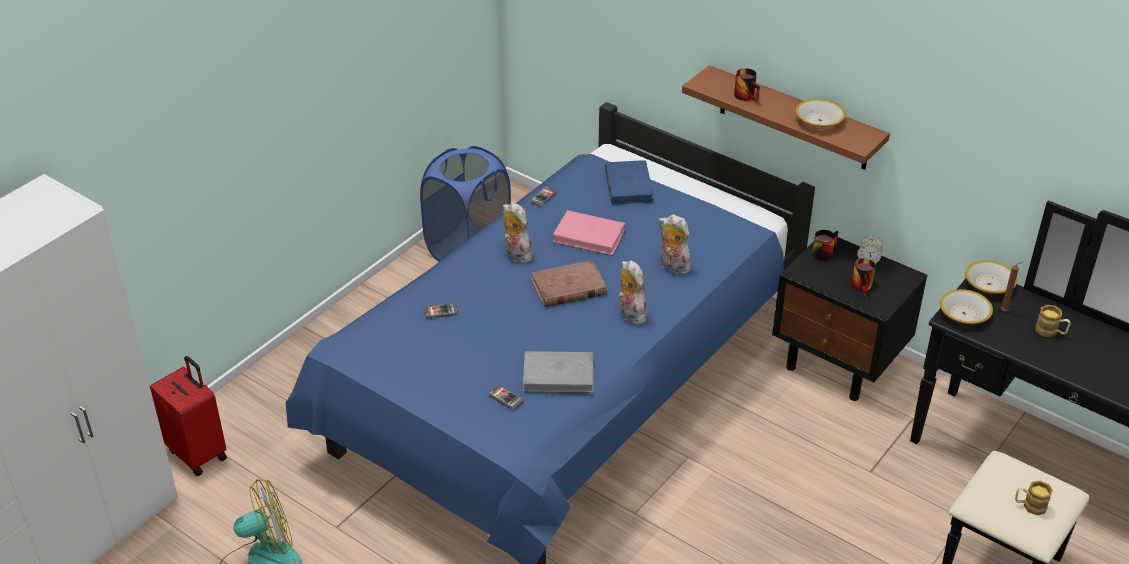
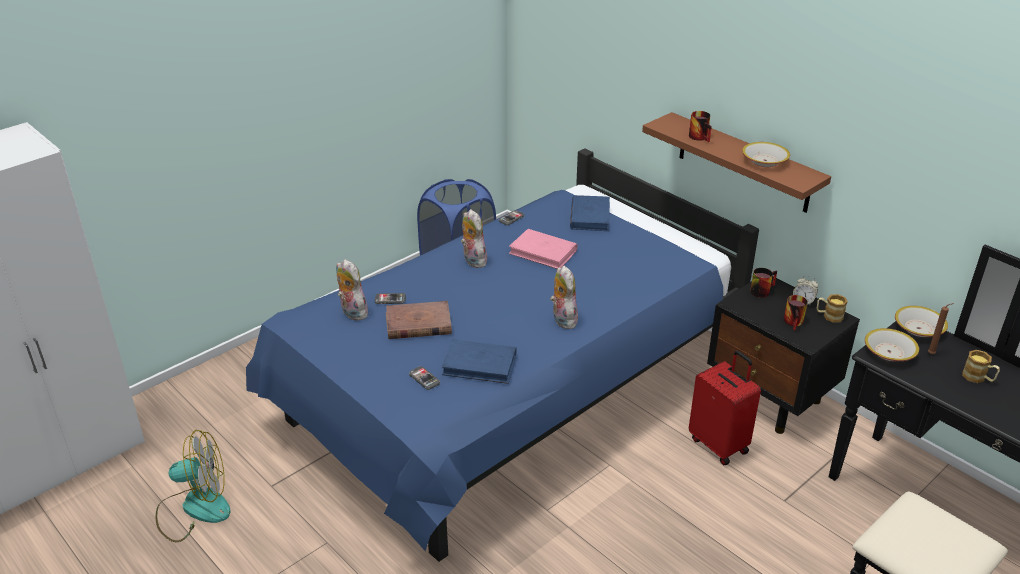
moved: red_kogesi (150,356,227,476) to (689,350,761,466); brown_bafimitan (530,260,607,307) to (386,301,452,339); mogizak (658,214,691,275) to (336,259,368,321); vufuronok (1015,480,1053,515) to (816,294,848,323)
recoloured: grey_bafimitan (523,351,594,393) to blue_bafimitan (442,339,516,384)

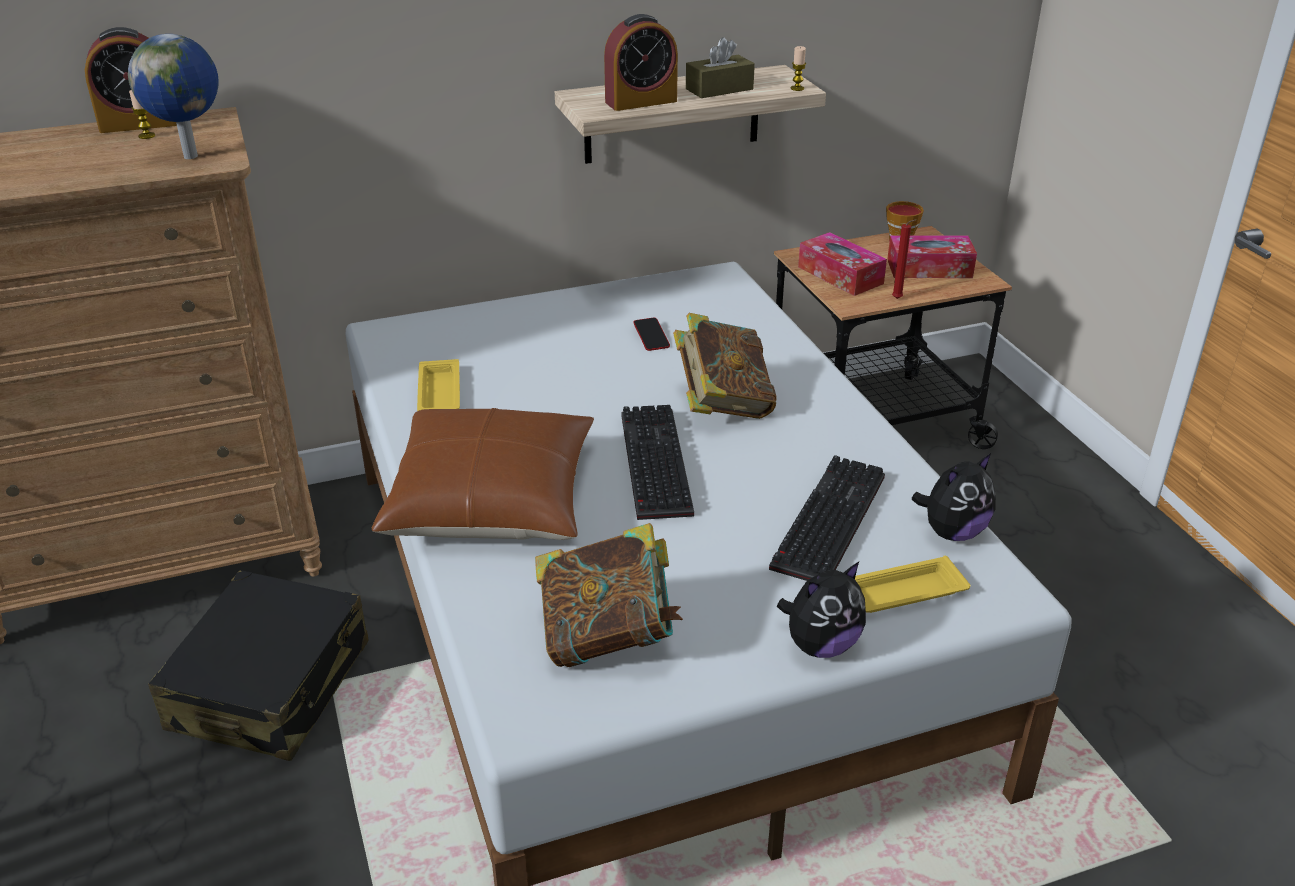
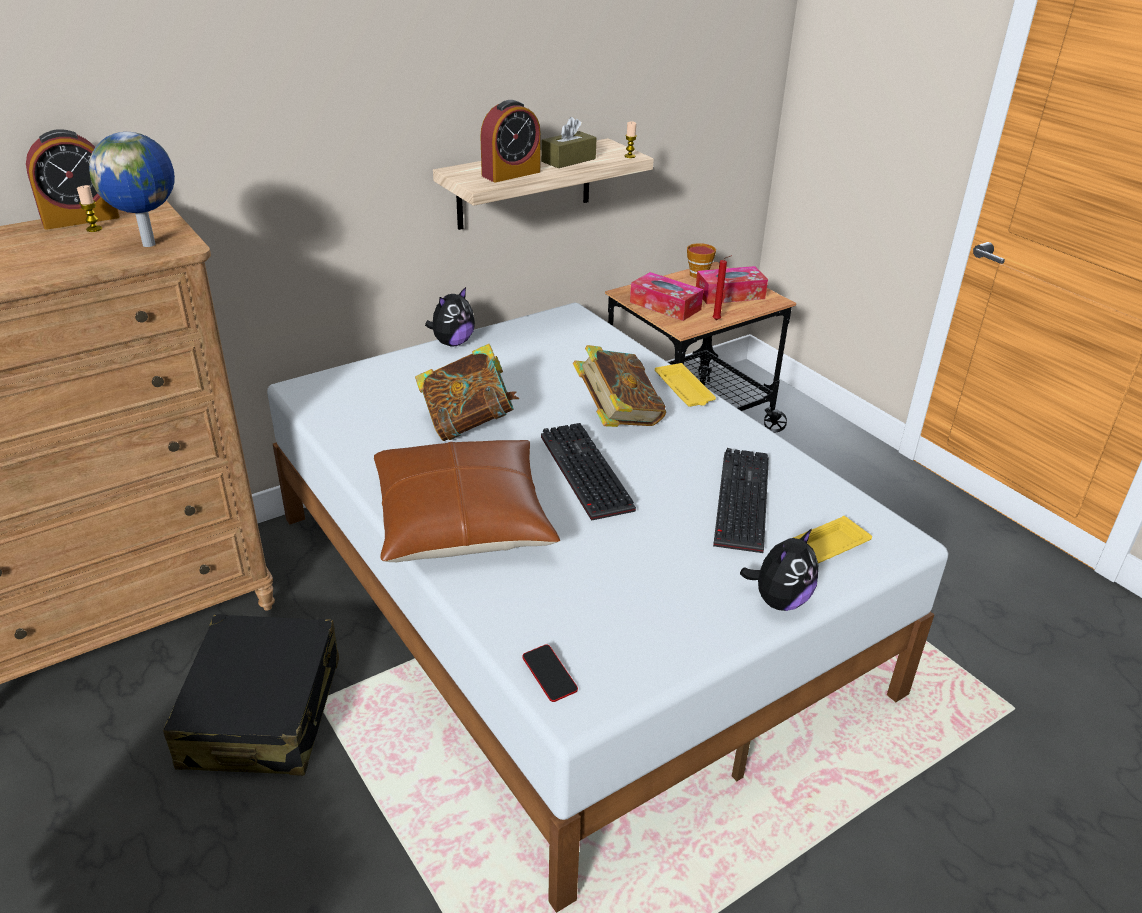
moved: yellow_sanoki (417,359,460,411) to (655,363,716,407); bafimitan (535,523,683,667) to (415,344,519,441); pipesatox (634,318,670,351) to (522,644,578,702); mogizak (912,453,996,541) to (425,287,475,346)

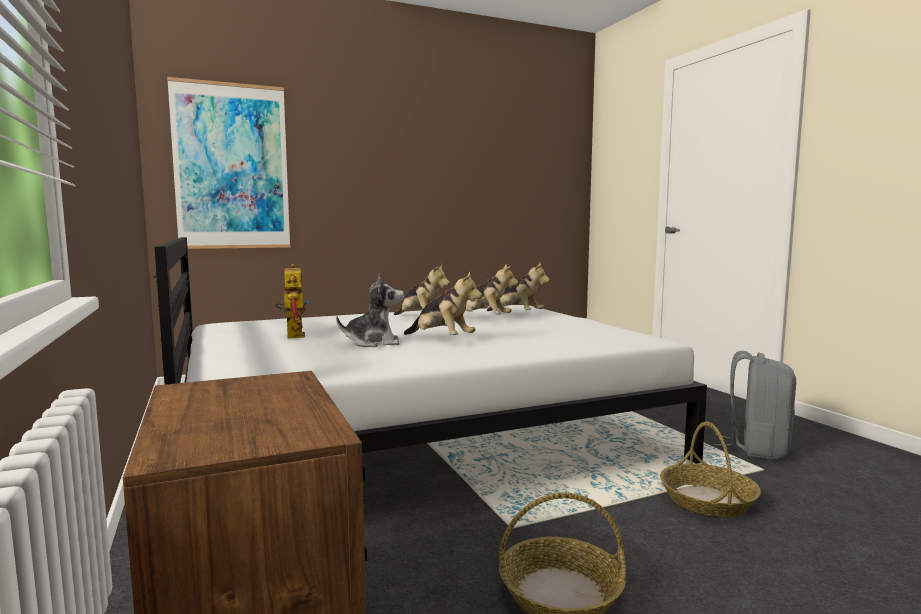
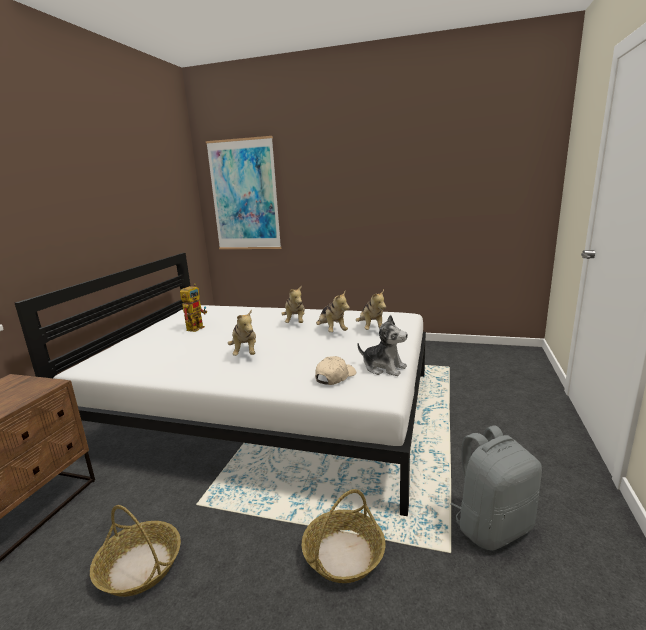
added: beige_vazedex (315,356,356,385)
moved: mogizak (336,273,404,347) to (357,315,408,376)

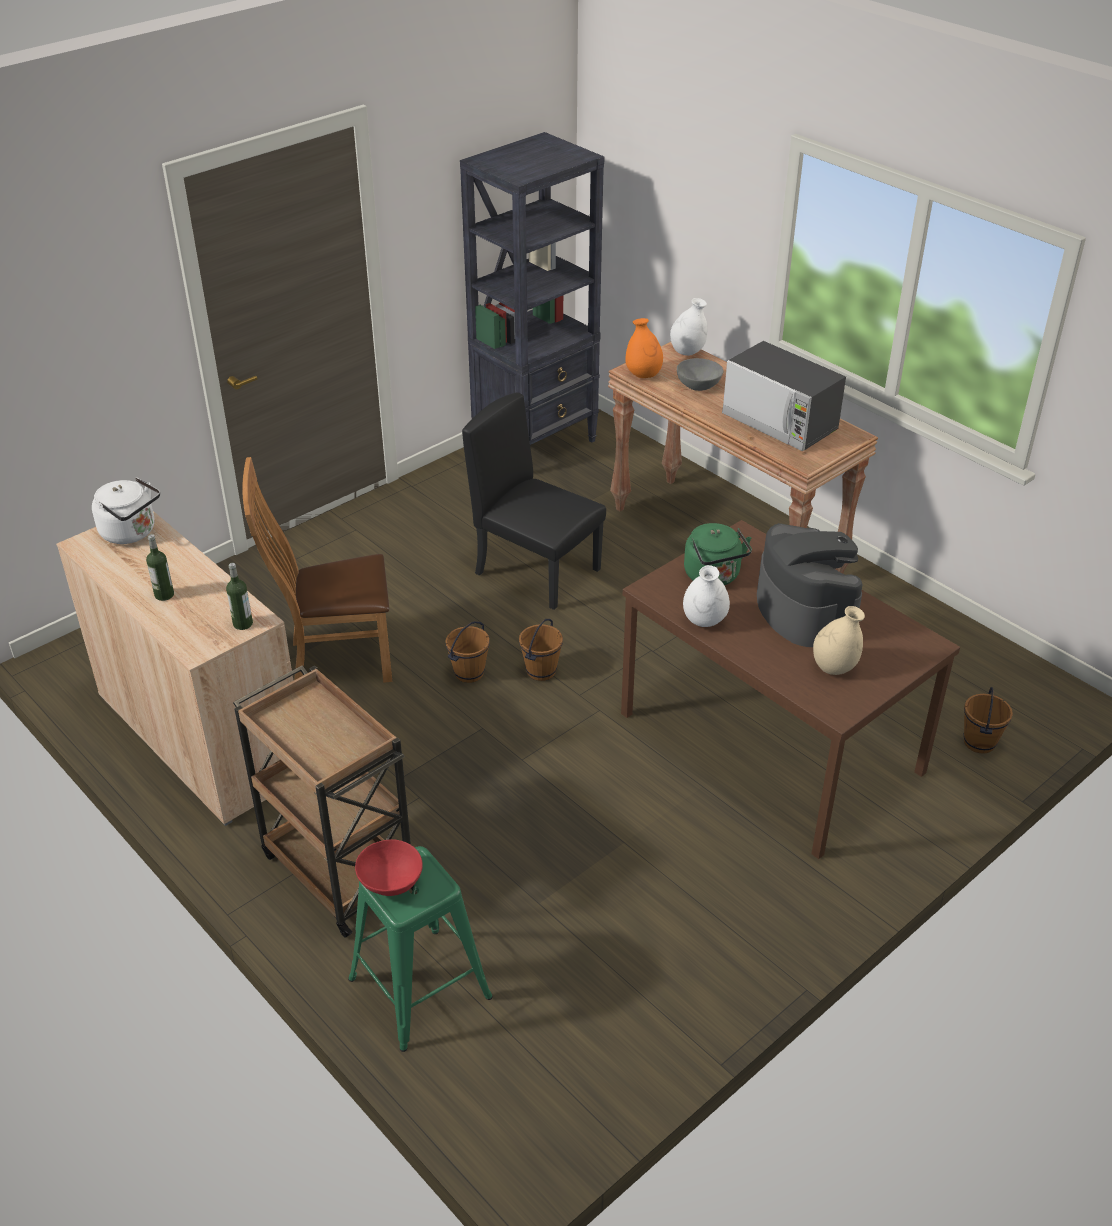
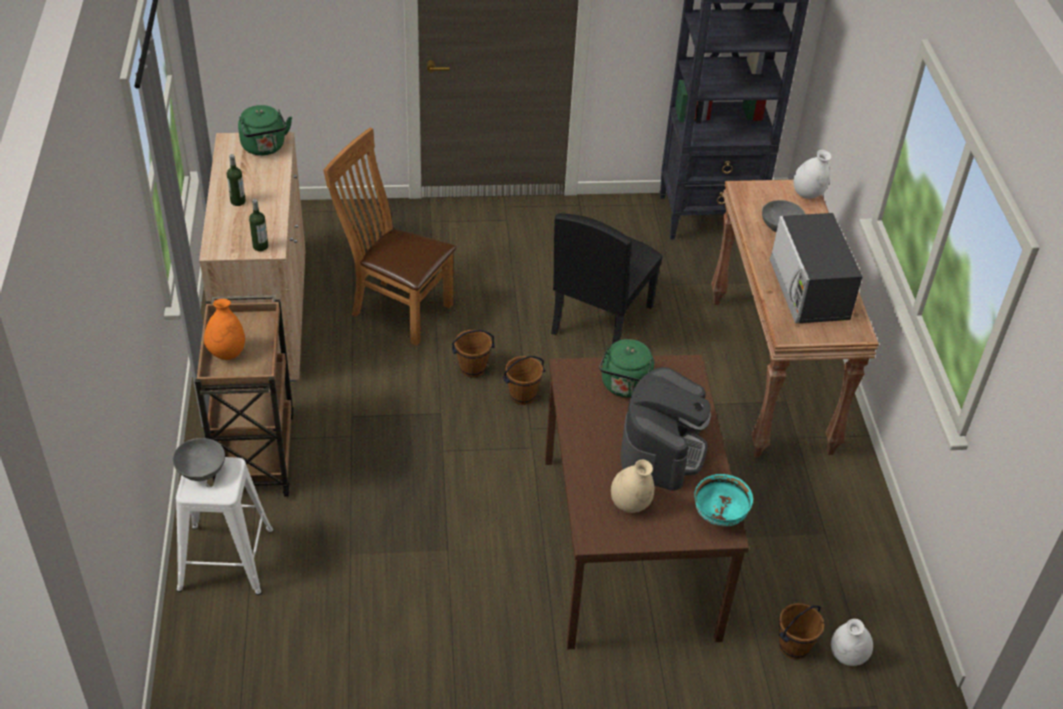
added: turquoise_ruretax (694,474,753,526)
moved: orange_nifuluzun (625,318,663,378) to (204,299,245,360); white_nifuluzun (683,565,730,627) to (831,619,873,666)
recoloured: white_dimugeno (92,477,160,544) to green_dimugeno (238,105,292,156); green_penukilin (348,846,493,1052) to white_penukilin (176,457,274,595); red_ruretax (355,839,423,896) to grey_ruretax (173,438,225,481)
turned: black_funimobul (462,392,606,610) = (551,213,662,344) 135 degrees counterclockwise

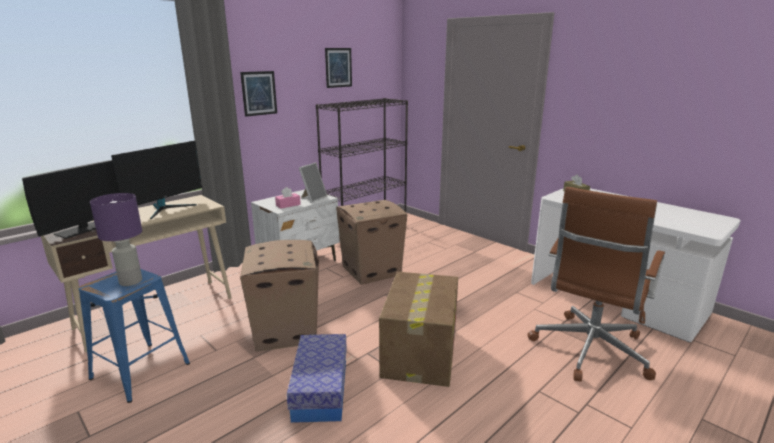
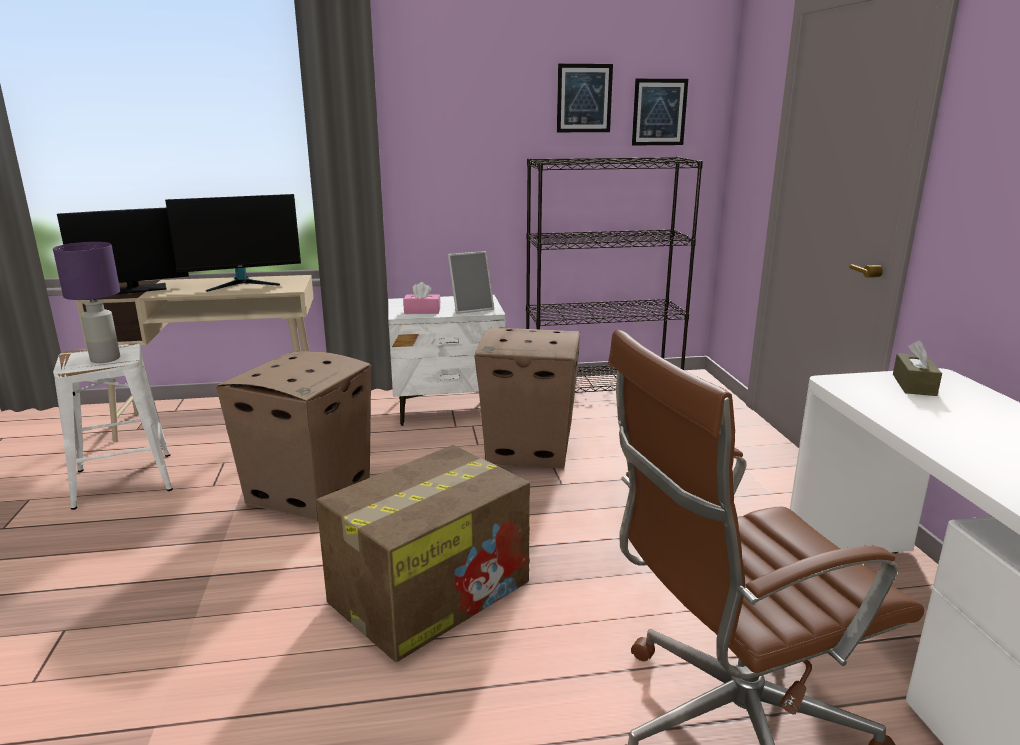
removed: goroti (286,334,347,423)
moved: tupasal (240,71,277,117) to (632,79,688,146)
recoloured: blue_penukilin (79,269,190,403) to white_penukilin (53,344,173,510)

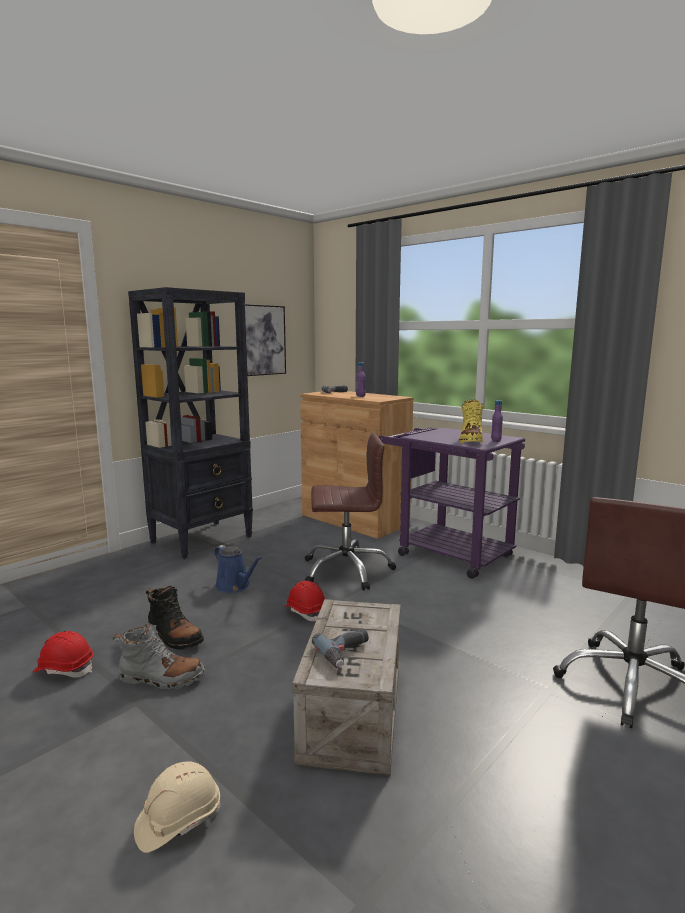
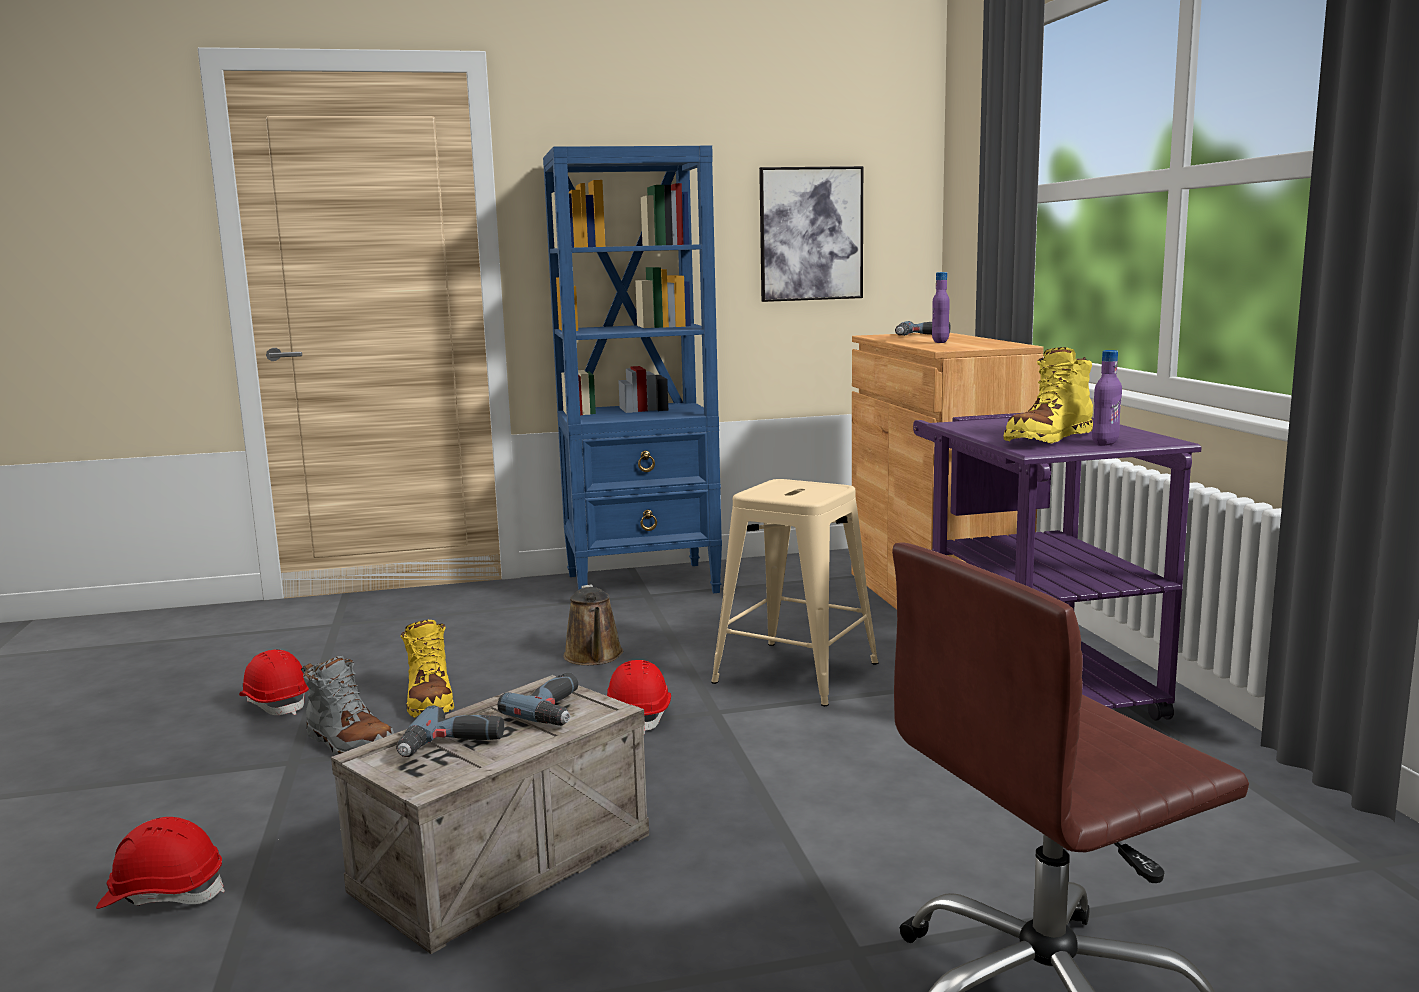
added: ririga (497,672,578,726)
replaced: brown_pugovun (305,432,396,591) to beige_penukilin (711,479,879,706)
recoloured: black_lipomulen (128,287,253,559) to blue_lipomulen (543,146,722,593); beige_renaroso (134,761,220,853) to red_renaroso (96,817,225,909); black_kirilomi (146,586,204,650) to yellow_kirilomi (400,620,454,718); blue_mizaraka (214,545,262,593) to brown_mizaraka (564,584,623,665)

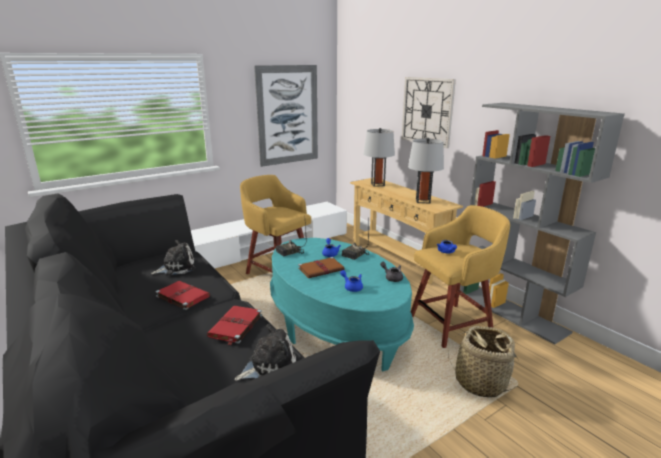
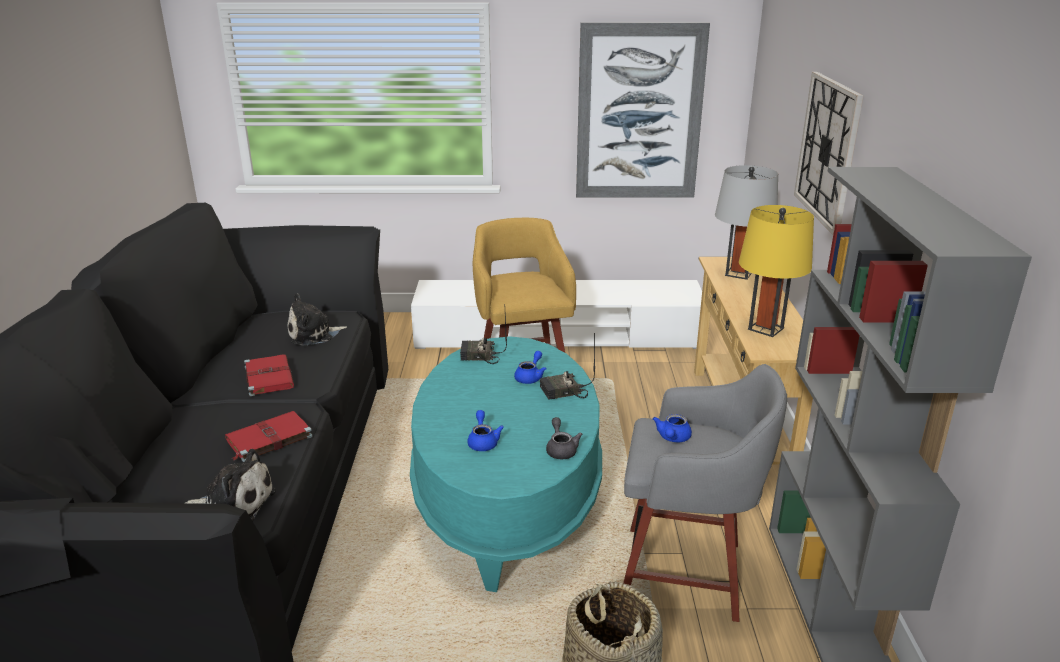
removed: brown_bafimitan (298,257,344,278)
recoloured: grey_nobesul (408,138,444,203) to yellow_nobesul (739,205,814,337); yellow_penukilin (411,205,510,348) to grey_penukilin (623,364,787,622)
turned: mogizak (151,240,195,275) = (287,293,347,346) 150 degrees clockwise

